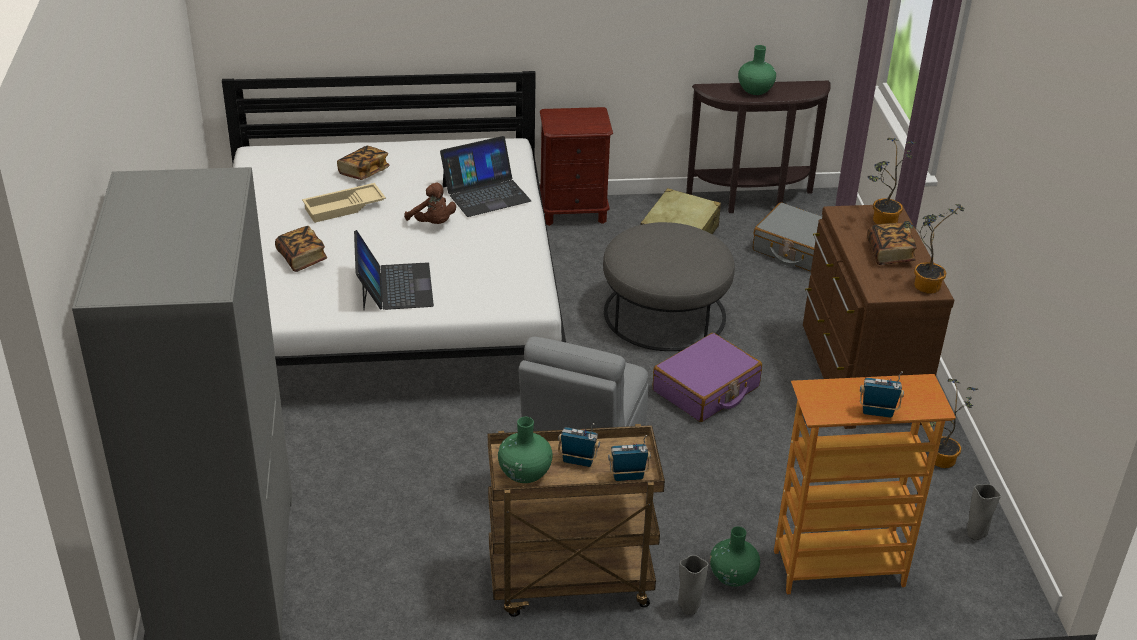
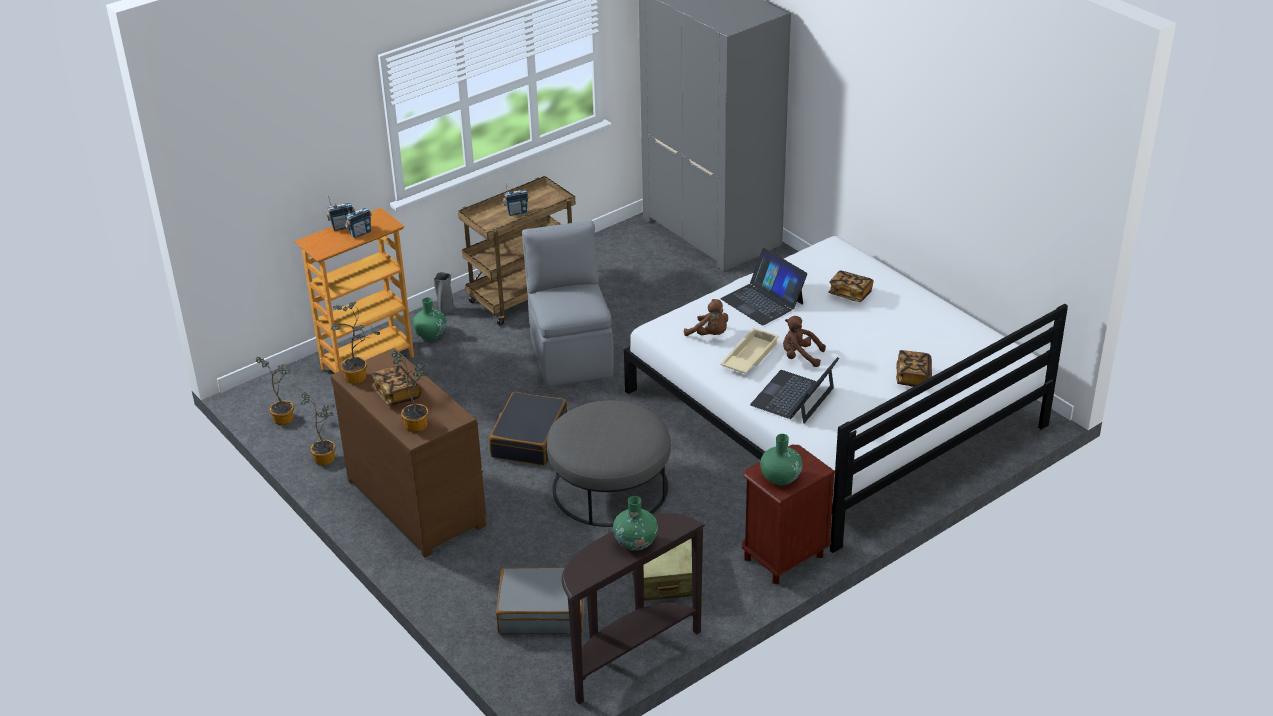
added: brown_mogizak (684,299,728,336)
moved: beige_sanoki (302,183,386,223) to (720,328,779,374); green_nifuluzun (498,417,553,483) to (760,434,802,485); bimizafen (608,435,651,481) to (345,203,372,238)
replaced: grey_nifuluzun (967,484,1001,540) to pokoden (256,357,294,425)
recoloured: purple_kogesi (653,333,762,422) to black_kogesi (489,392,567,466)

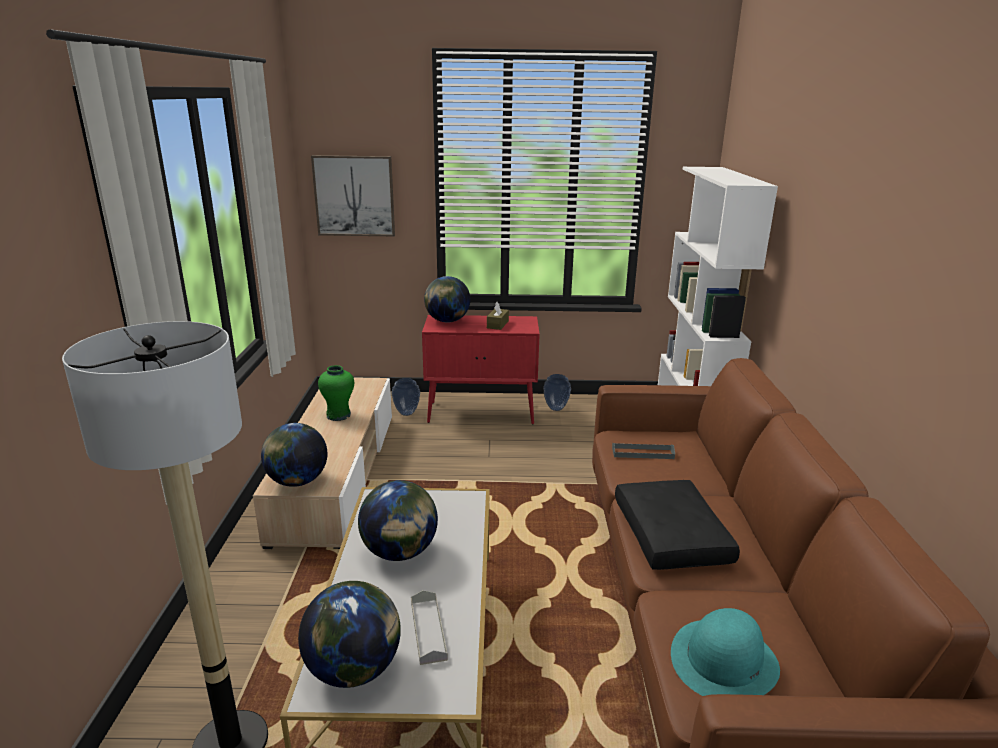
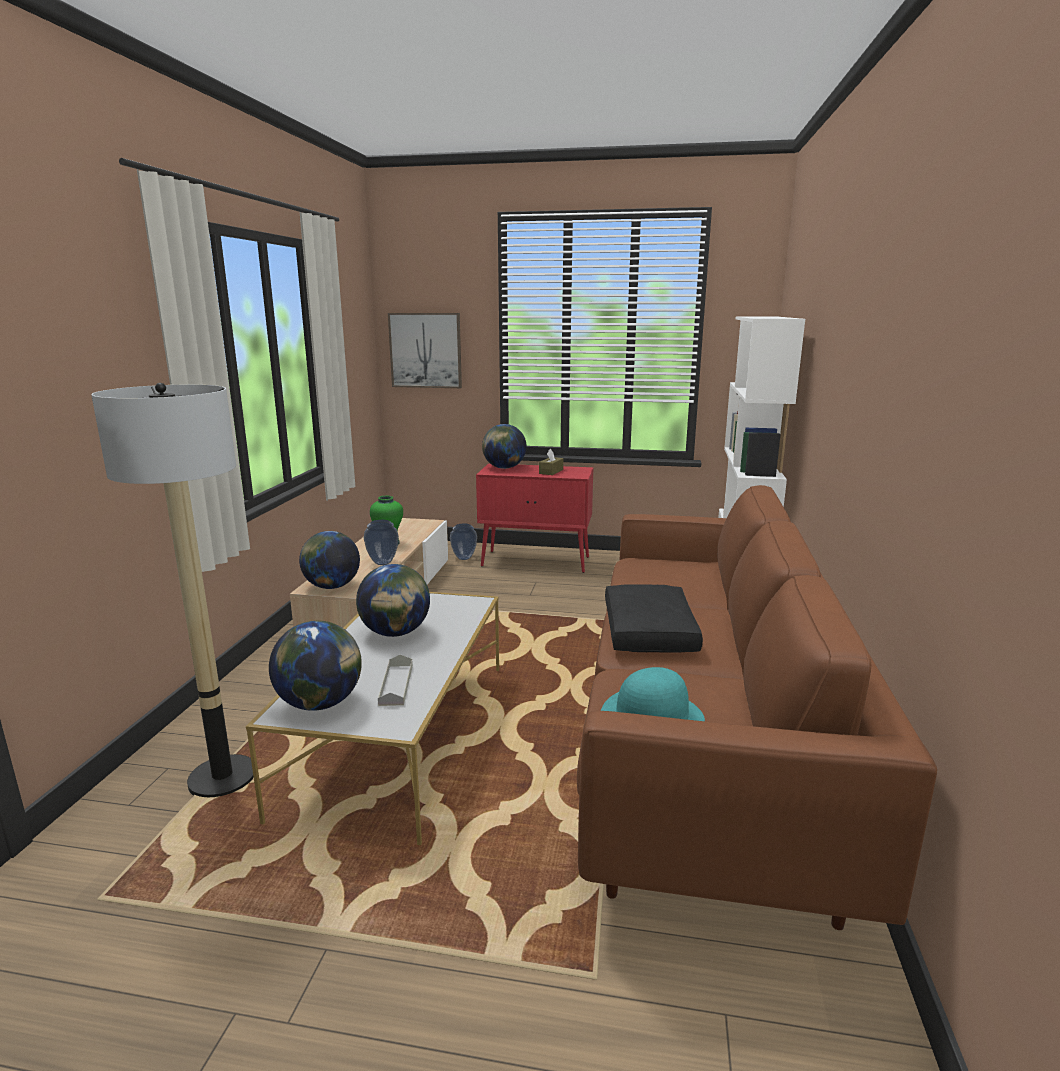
removed: grey_sanoki (612,443,675,459)
moved: nifuluzun (543,374,571,411) to (364,520,399,565)

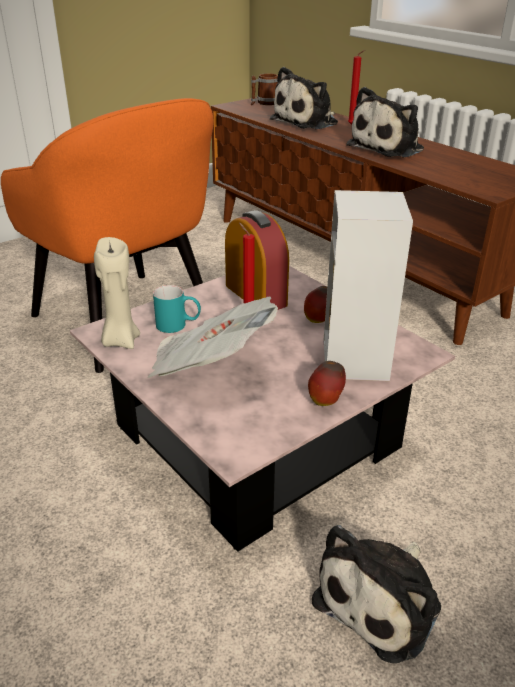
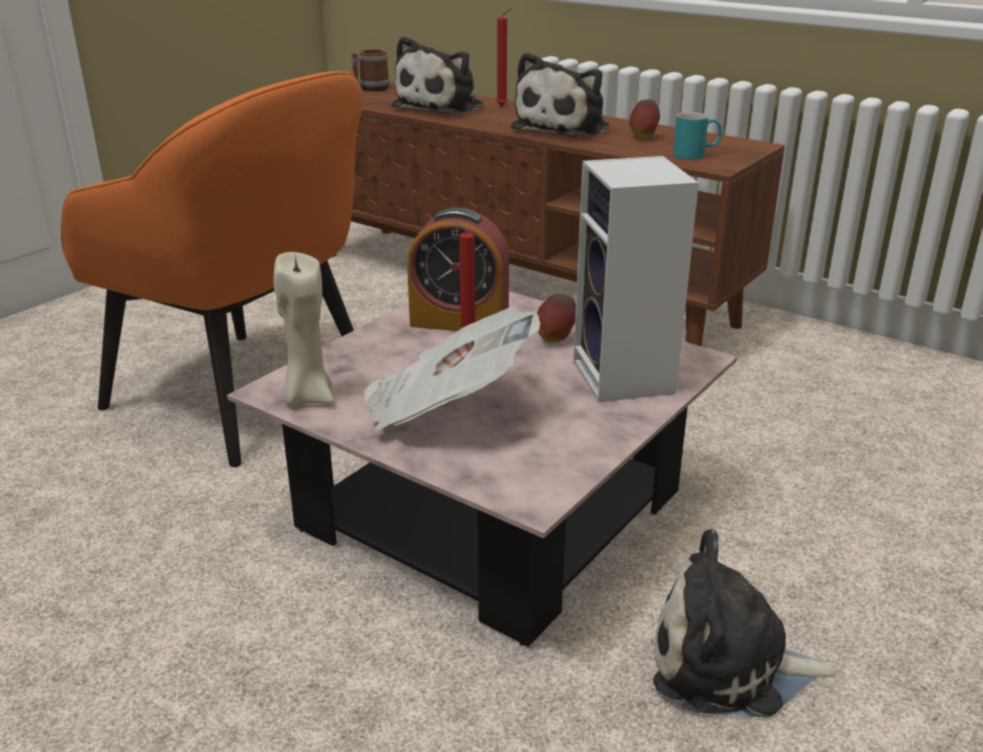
moved: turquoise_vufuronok (153,285,201,333) to (673,112,723,160); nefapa (308,361,346,406) to (629,99,660,139)
turned: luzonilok (225,210,289,310) = (407,207,509,331) 150 degrees clockwise; mogizak (312,525,441,663) = (653,529,841,718) 75 degrees clockwise

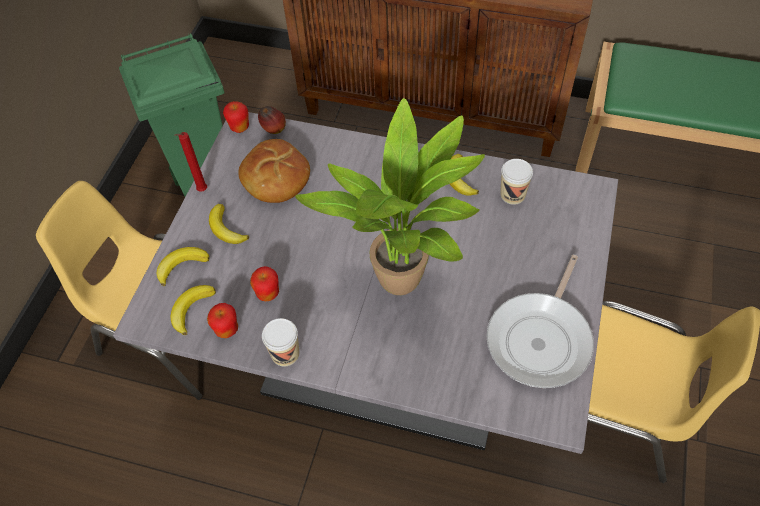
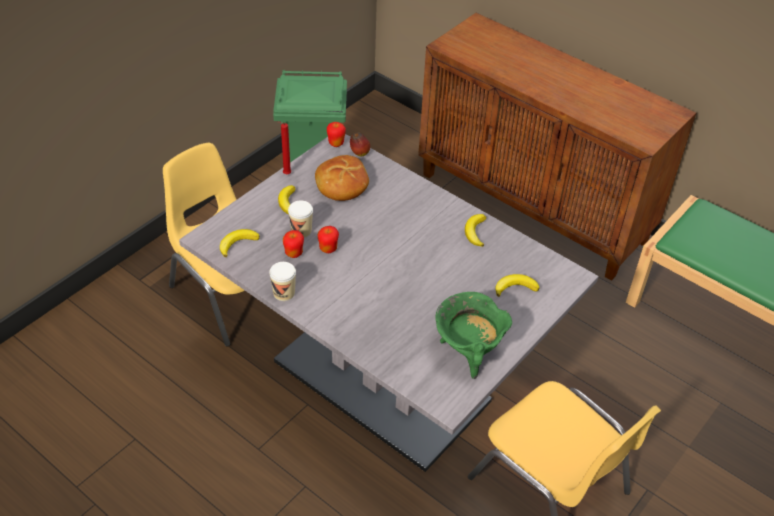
removed: pokoden (295,98,485,295)
moved: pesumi (156,247,210,286) to (496,274,539,297); nefapa (207,303,238,338) to (317,226,339,253); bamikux (500,159,533,205) to (288,200,313,238)
replaced: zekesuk (486,255,594,388) to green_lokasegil (435,292,512,379)

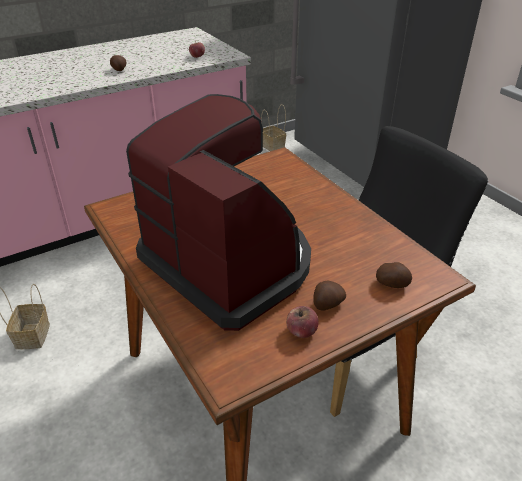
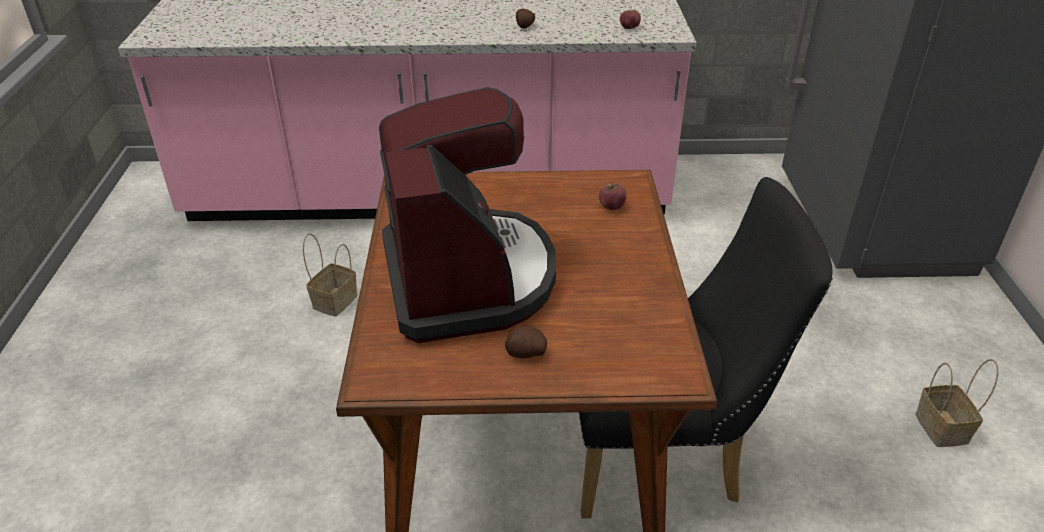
removed: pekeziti (376,262,412,288)
moved: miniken (261,104,286,151) to (915,359,998,447); nefapa (286,306,319,338) to (599,182,627,210)

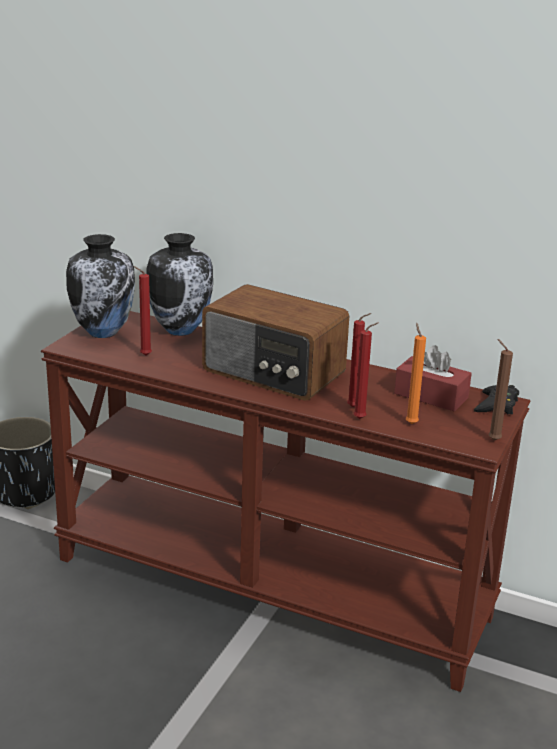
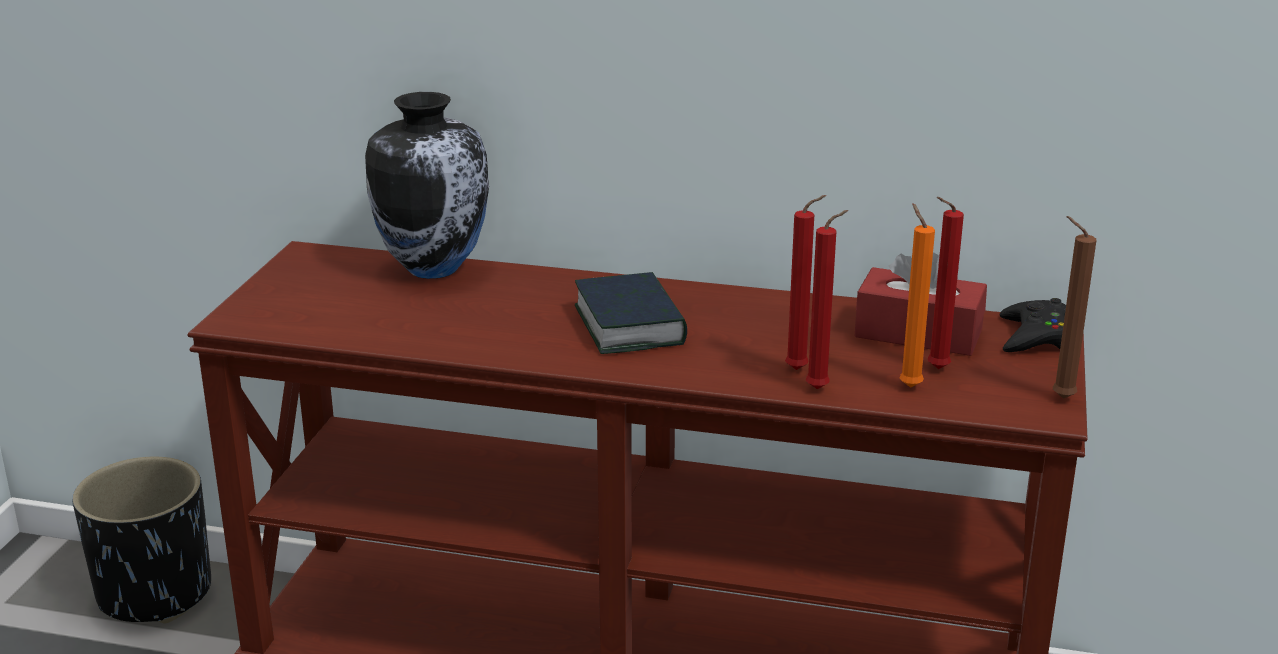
removed: nifuluzun (66,234,135,338)
moved: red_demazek (133,266,152,355) to (928,197,964,369)
replaced: bimizafen (202,284,349,401) to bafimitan (575,272,687,354)

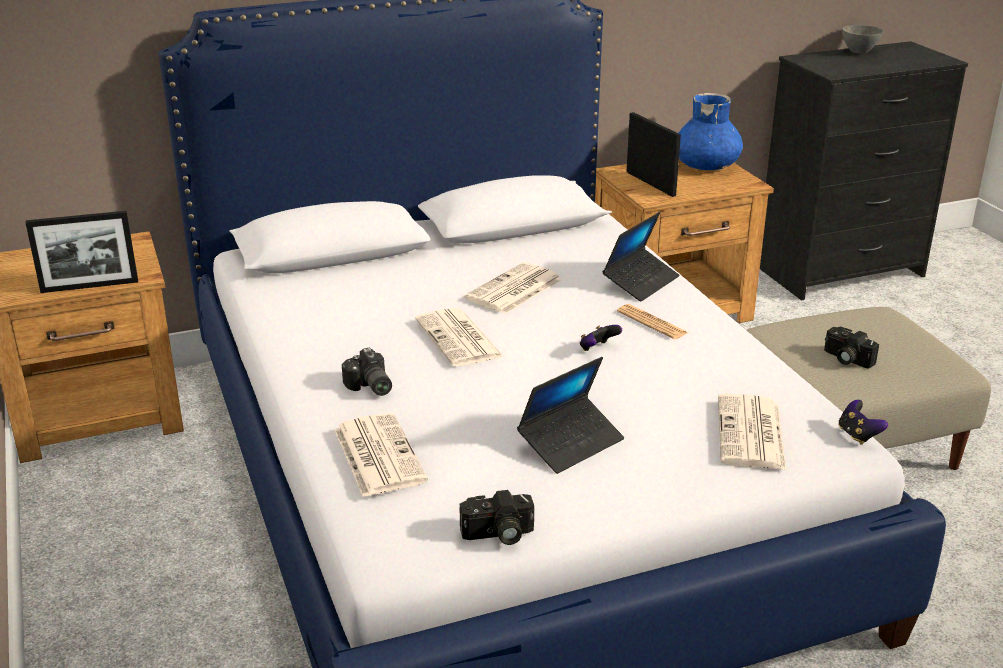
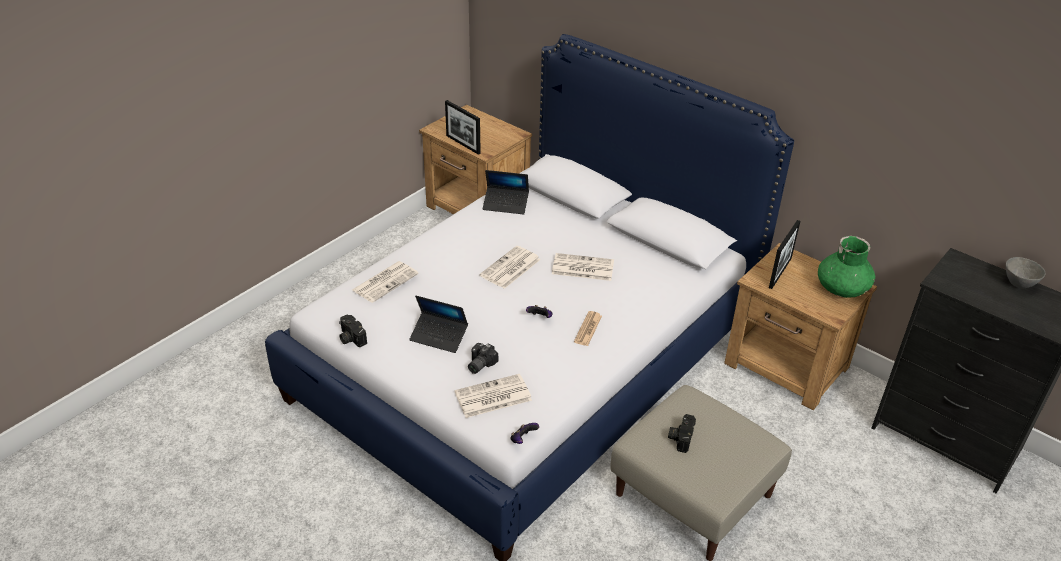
moved: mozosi (342,348,392,396) to (468,343,498,374); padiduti (602,212,680,302) to (482,170,529,215)
recoloured: blue_nifuluzun (679,93,743,170) to green_nifuluzun (818,236,875,298)

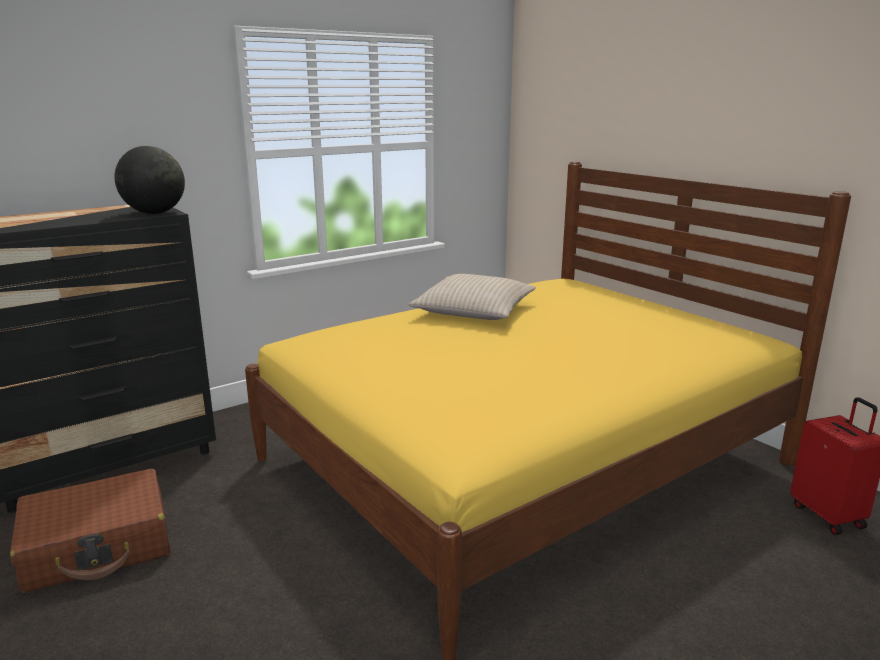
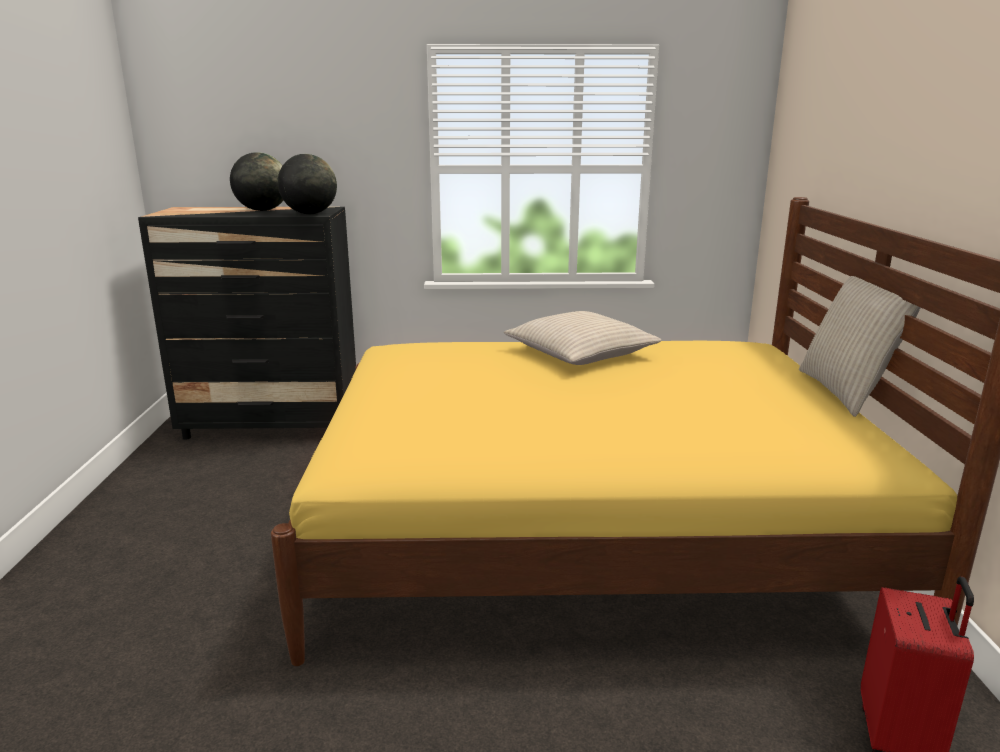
removed: brown_kogesi (10,469,170,593)
added: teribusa (230,152,283,211); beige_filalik (799,276,921,417)

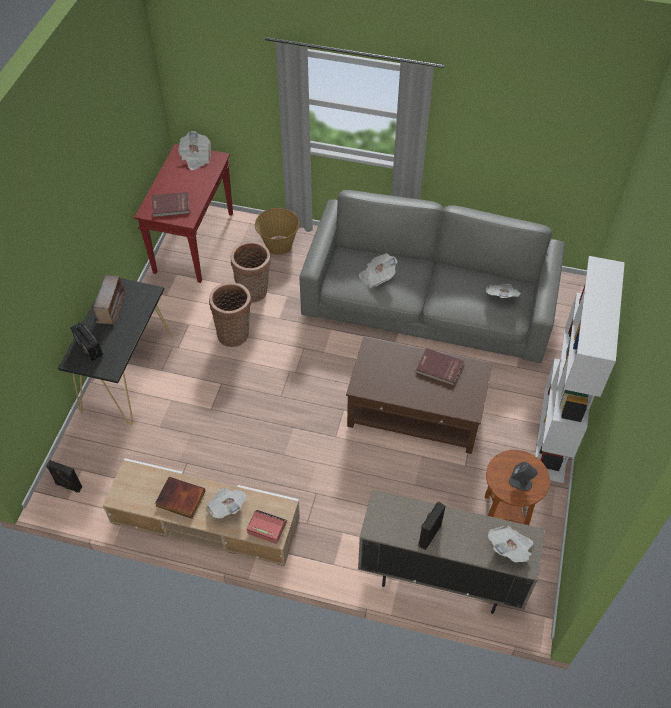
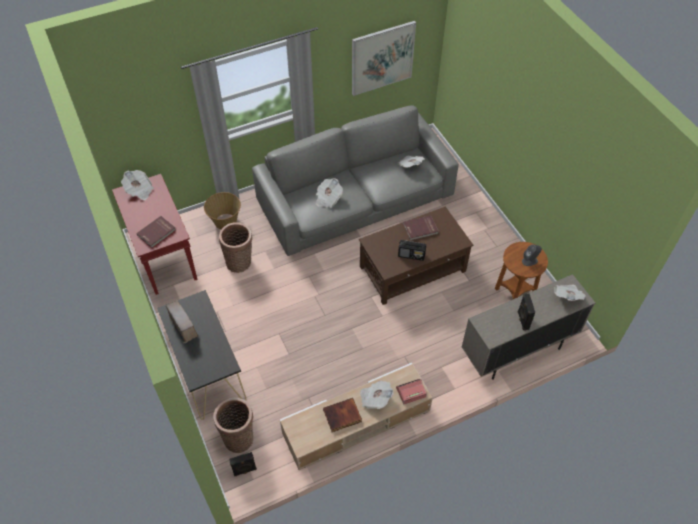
removed: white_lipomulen (535,256,625,483)
added: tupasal (352,21,416,96)
moved: bimizafen (70,322,103,361) to (398,240,426,261); miniken (209,283,251,347) to (213,397,254,453)

